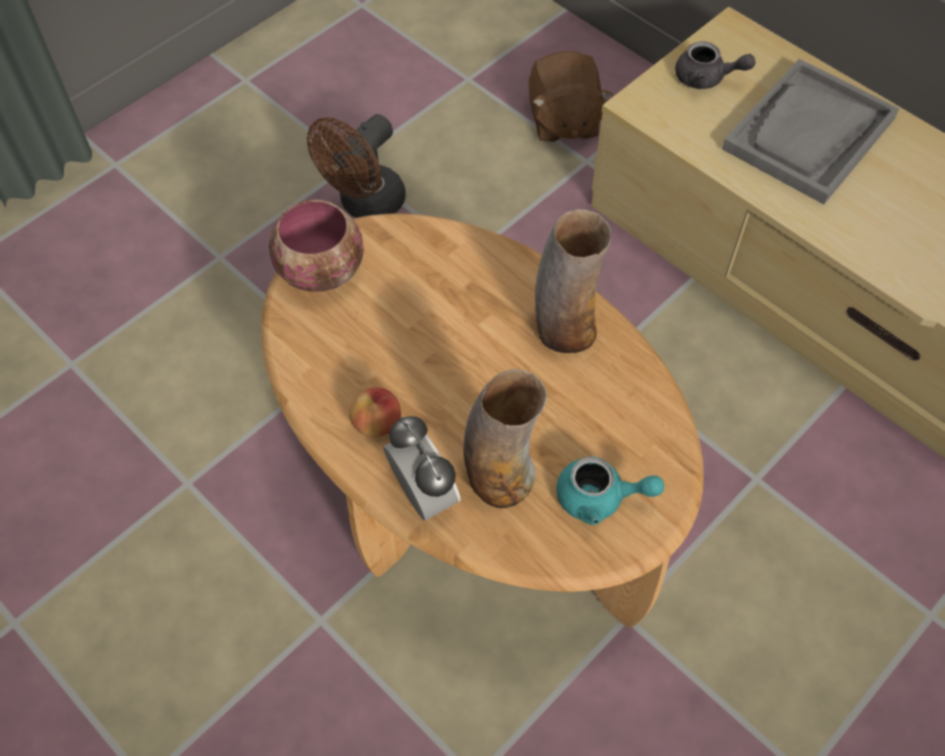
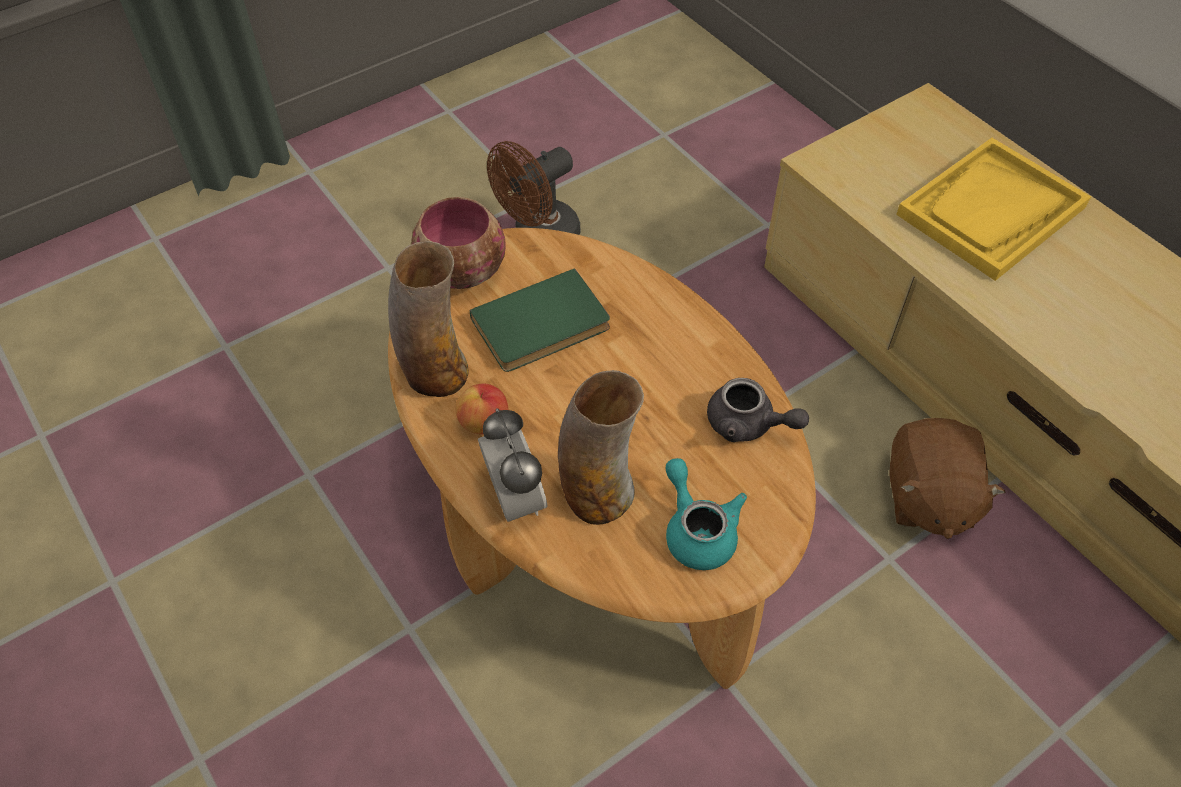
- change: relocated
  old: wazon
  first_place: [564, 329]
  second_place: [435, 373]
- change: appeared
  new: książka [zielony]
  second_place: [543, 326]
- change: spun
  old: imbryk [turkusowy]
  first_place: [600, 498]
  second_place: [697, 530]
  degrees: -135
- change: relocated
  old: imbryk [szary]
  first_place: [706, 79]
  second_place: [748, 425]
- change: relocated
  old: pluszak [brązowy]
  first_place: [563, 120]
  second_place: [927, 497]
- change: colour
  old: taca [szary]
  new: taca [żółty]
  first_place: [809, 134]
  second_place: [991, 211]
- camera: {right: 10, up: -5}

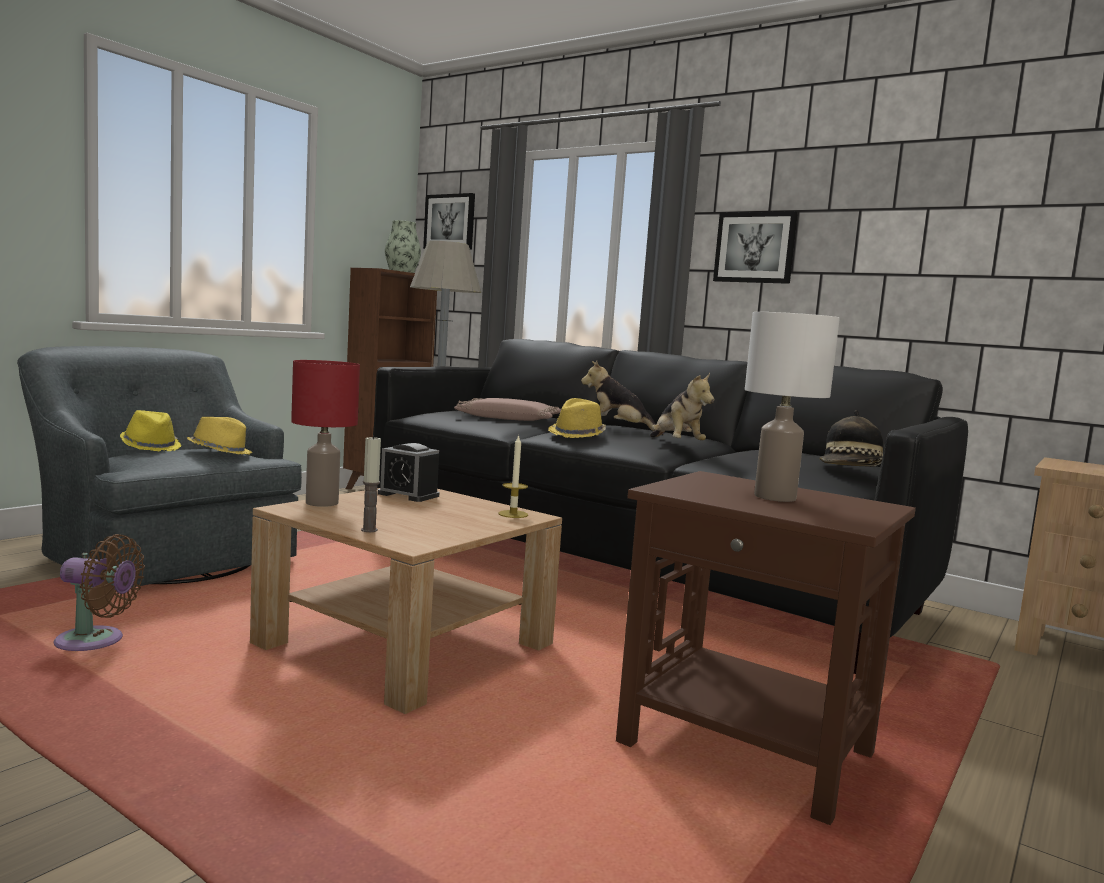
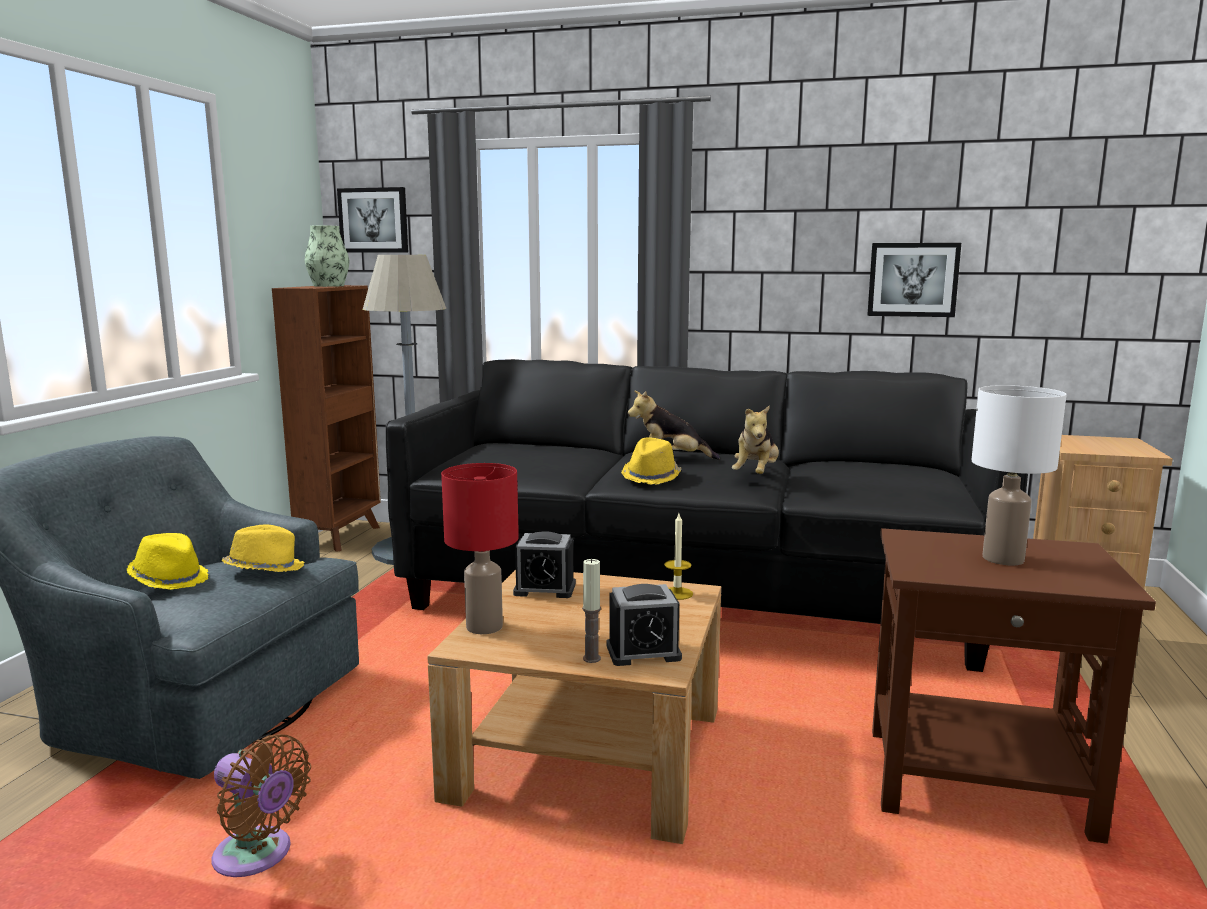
- change: spun
  old: wentylator [brązowy]
  first_place: [95, 642]
  second_place: [257, 857]
  degrees: 45
- change: appeared
  new: budzik
  second_place: [643, 652]
- change: spun
  old: pluszak
  first_place: [676, 445]
  second_place: [756, 475]
  degrees: 60
- change: relocated
  old: obraz
  first_place: [755, 248]
  second_place: [912, 279]
- change: missing
  old: poduszka [beżowy]
  first_place: [508, 417]
- change: missing
  old: kapelusz
  first_place: [852, 469]
- camera: {right: -20, up: 5}

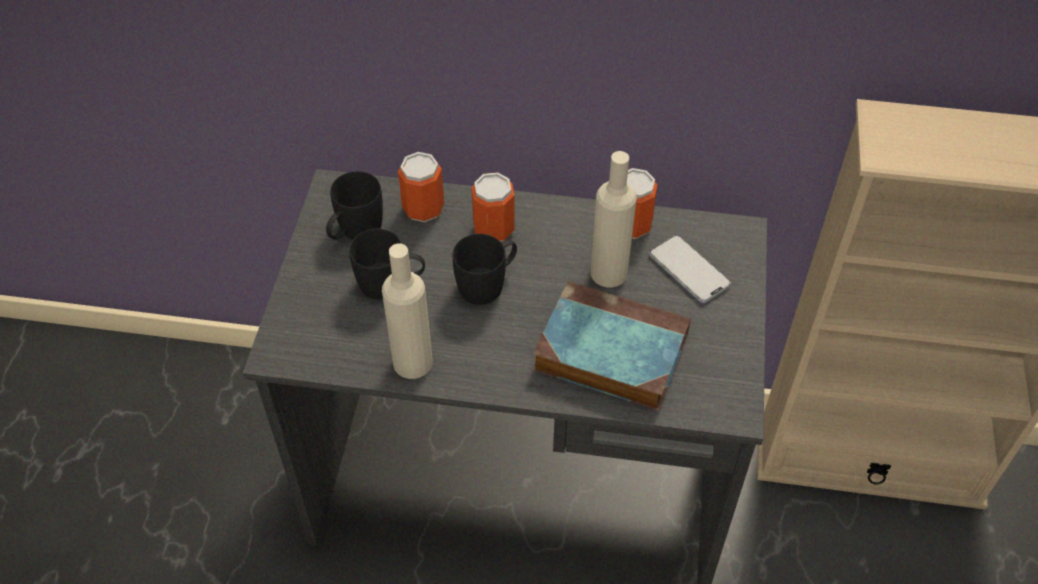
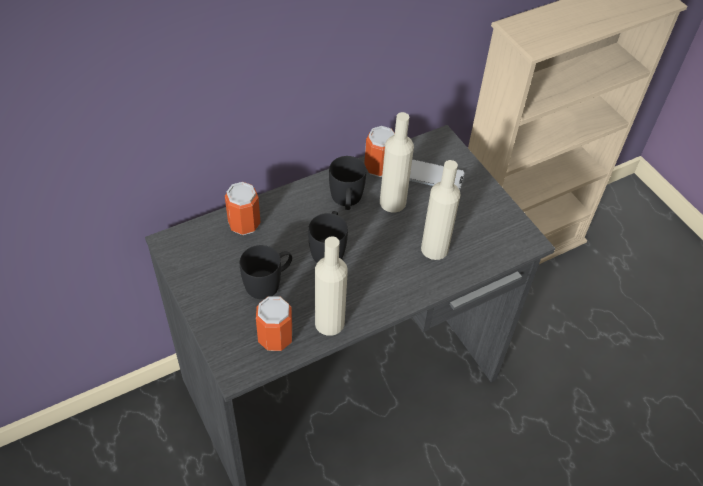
- change: relocated
  old: puszka
  first_place: [493, 229]
  second_place: [275, 338]
- change: relocated
  old: kubek [czarny]
  first_place: [354, 231]
  second_place: [346, 200]
- change: exchanged
  old: książka
  new: butelka [beżowy]
  first_place: [607, 352]
  second_place: [434, 248]
- camera: {right: -40, up: 0}

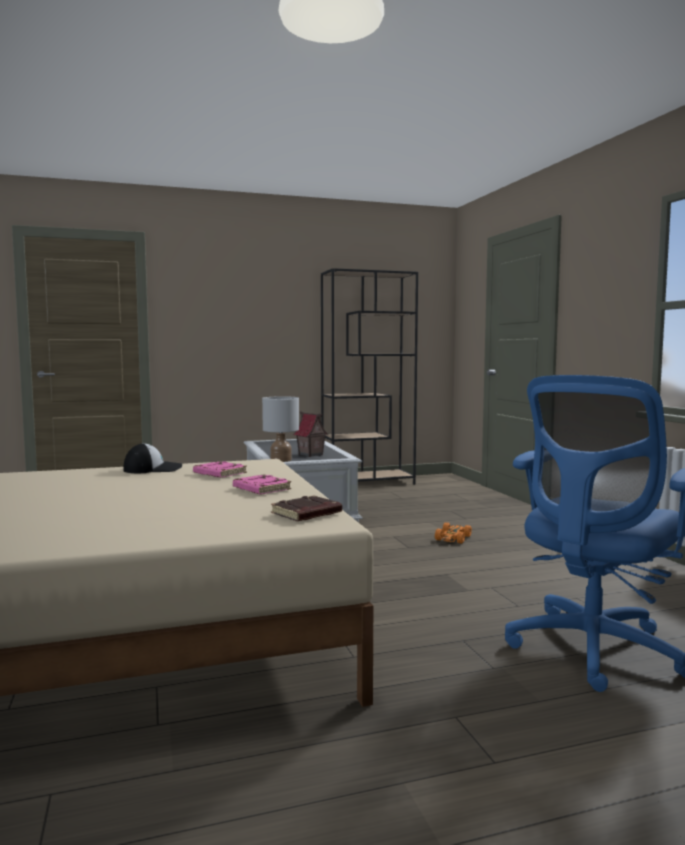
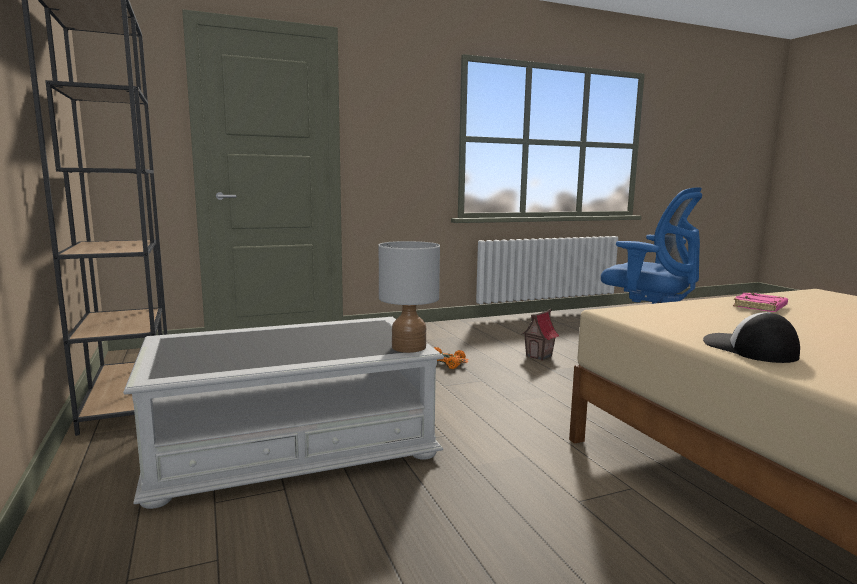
- change: relocated
  old: domek
  first_place: [310, 454]
  second_place: [539, 356]
- change: missing
  old: książka [różowy]
  first_place: [219, 474]
- change: missing
  old: książka [brązowy]
  first_place: [306, 514]
- camera: {right: -95, up: 5}

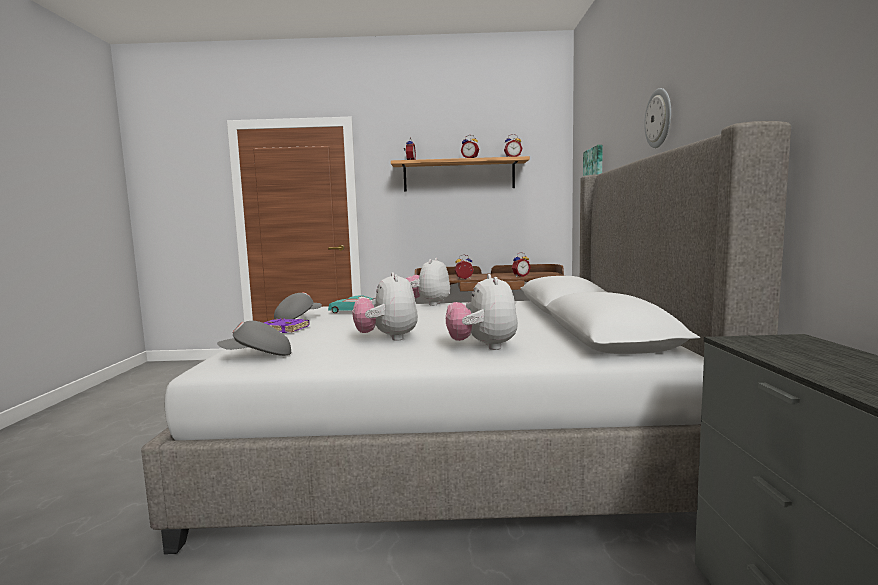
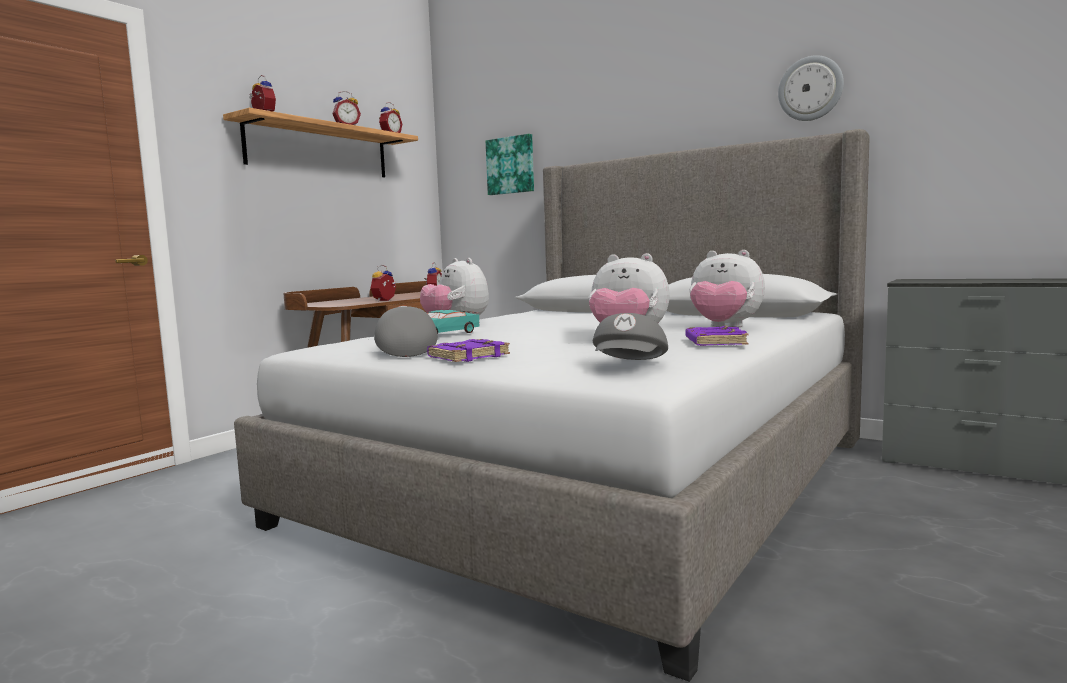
- change: appeared
  new: książka [fioletowy]
  second_place: [714, 342]
- change: relocated
  old: zegar ścienny
  first_place: [659, 118]
  second_place: [810, 89]
- camera: {right: -55, up: 0}

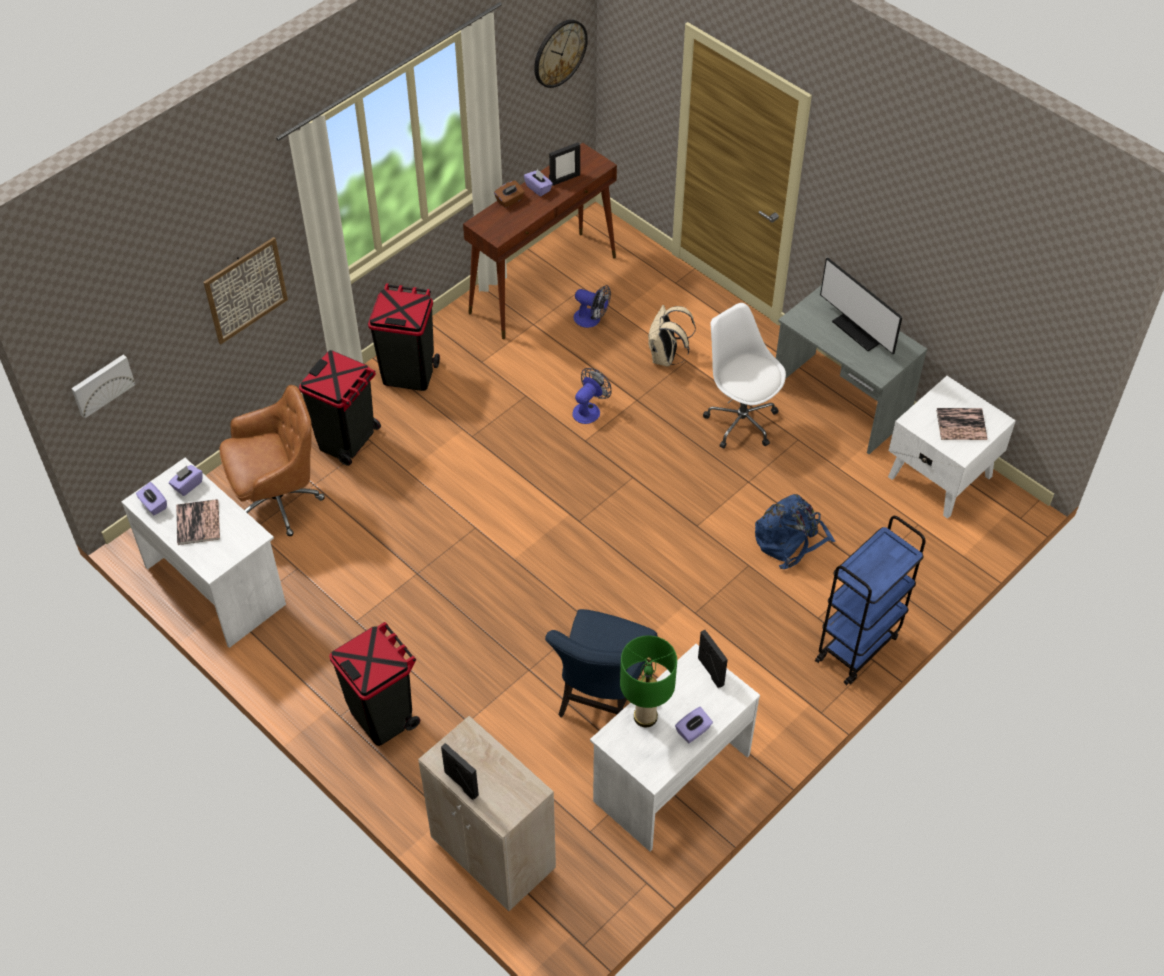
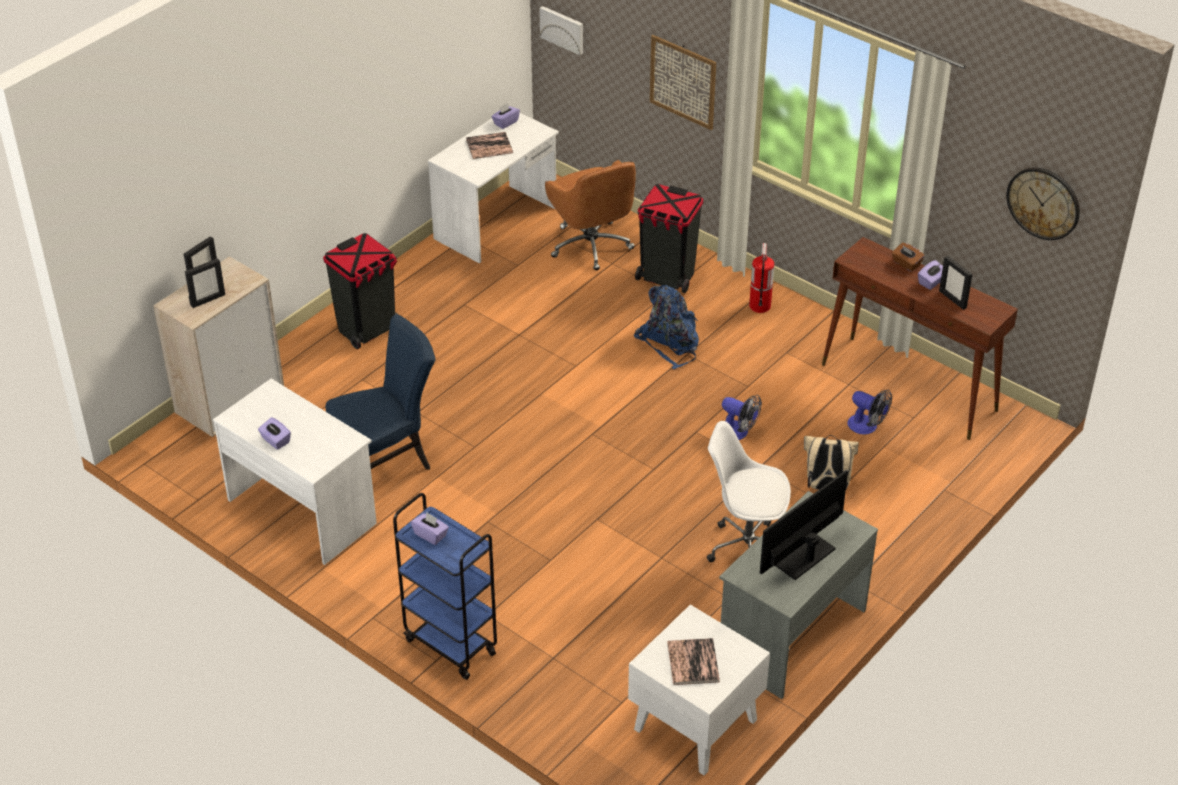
- change: relocated
  old: ramka na zdjęcie
  first_place: [710, 672]
  second_place: [207, 299]
- change: spun
  old: krzesło [niebieski]
  first_place: [601, 698]
  second_place: [388, 461]
  degrees: 135
- change: relocated
  old: pudełko chusteczek [fioletowy]
  first_place: [187, 485]
  second_place: [430, 535]
- change: relocated
  old: plecak [niebieski]
  first_place: [790, 540]
  second_place: [670, 342]
- change: spun
  old: krzesło biurowe [biały]
  first_place: [740, 422]
  second_place: [745, 549]
  degrees: -120
- change: exchanged
  old: kosz na śmieci [czarny]
  new: gaśnica
  first_place: [408, 373]
  second_place: [759, 306]
- change: spun
  old: wentylator
  first_place: [591, 319]
  second_place: [867, 426]
  degrees: -75
- change: missing
  old: lampa stołowa [zielony]
  first_place: [645, 717]
- camera: {right: 85, up: -10}

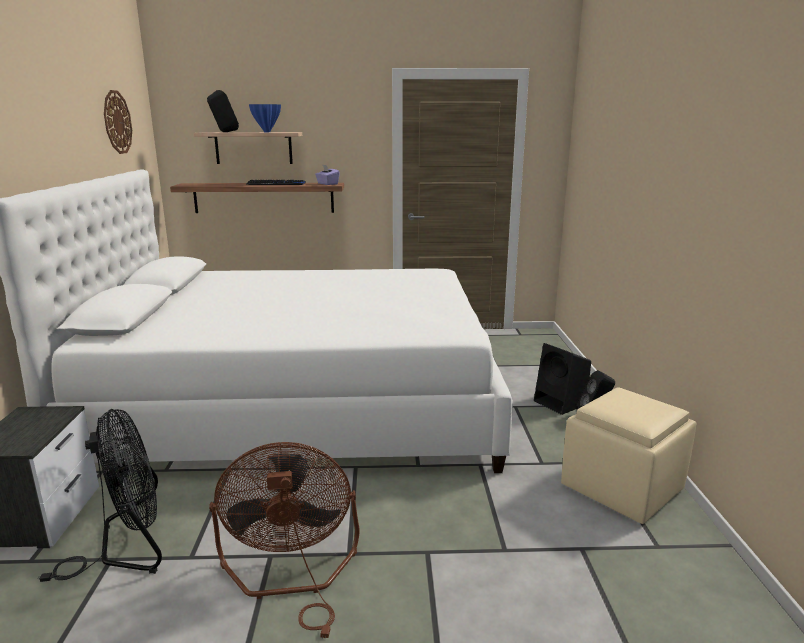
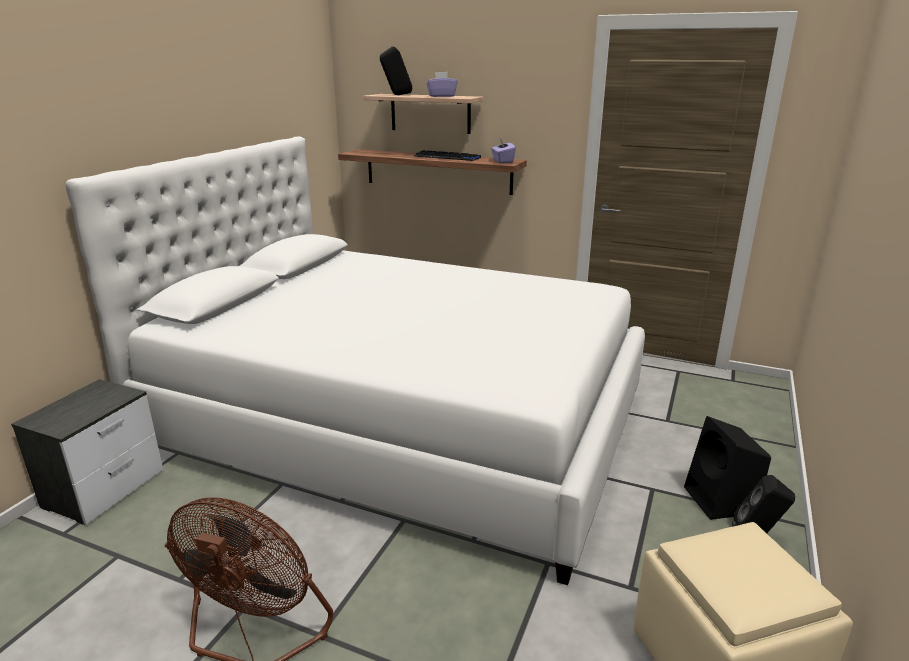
- change: exchanged
  old: wazon [niebieski]
  new: pudełko chusteczek [fioletowy]
  first_place: [267, 132]
  second_place: [441, 96]
- change: missing
  old: wentylator [czarny]
  first_place: [125, 541]
- change: missing
  old: zegar ścienny
  first_place: [117, 122]
- camera: {right: 25, up: 5}

